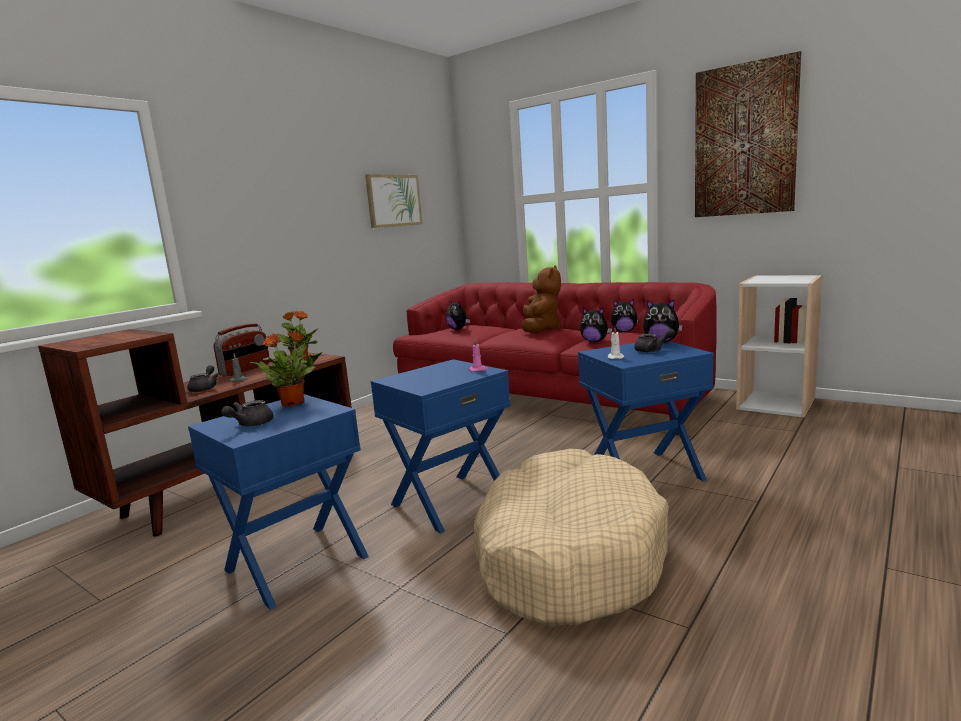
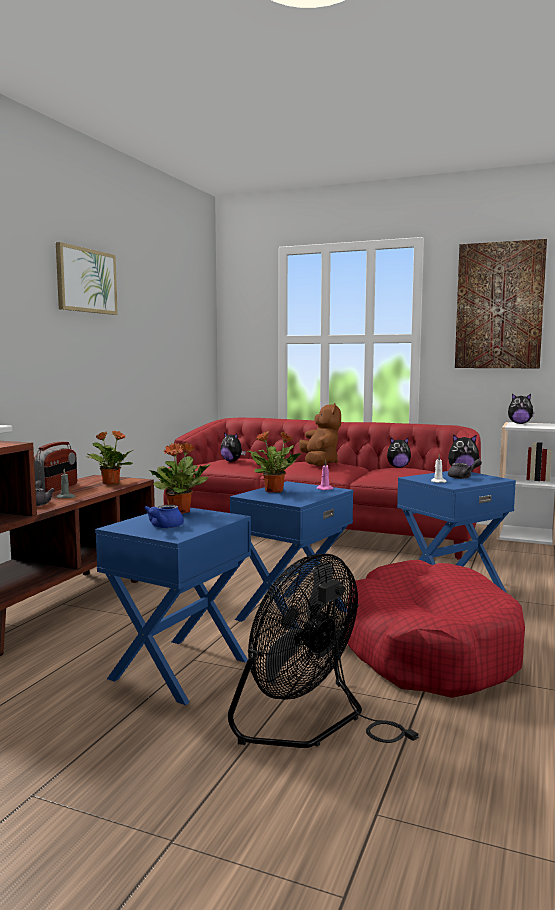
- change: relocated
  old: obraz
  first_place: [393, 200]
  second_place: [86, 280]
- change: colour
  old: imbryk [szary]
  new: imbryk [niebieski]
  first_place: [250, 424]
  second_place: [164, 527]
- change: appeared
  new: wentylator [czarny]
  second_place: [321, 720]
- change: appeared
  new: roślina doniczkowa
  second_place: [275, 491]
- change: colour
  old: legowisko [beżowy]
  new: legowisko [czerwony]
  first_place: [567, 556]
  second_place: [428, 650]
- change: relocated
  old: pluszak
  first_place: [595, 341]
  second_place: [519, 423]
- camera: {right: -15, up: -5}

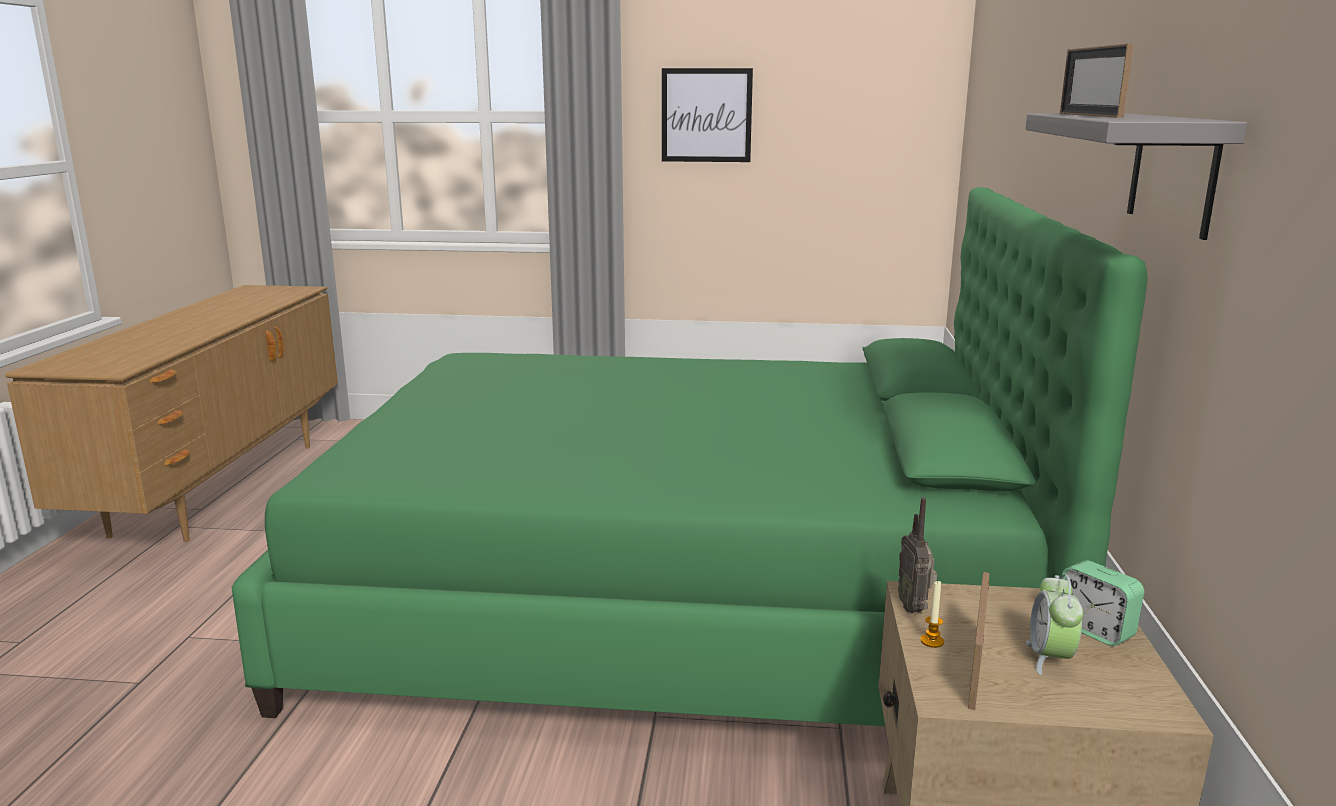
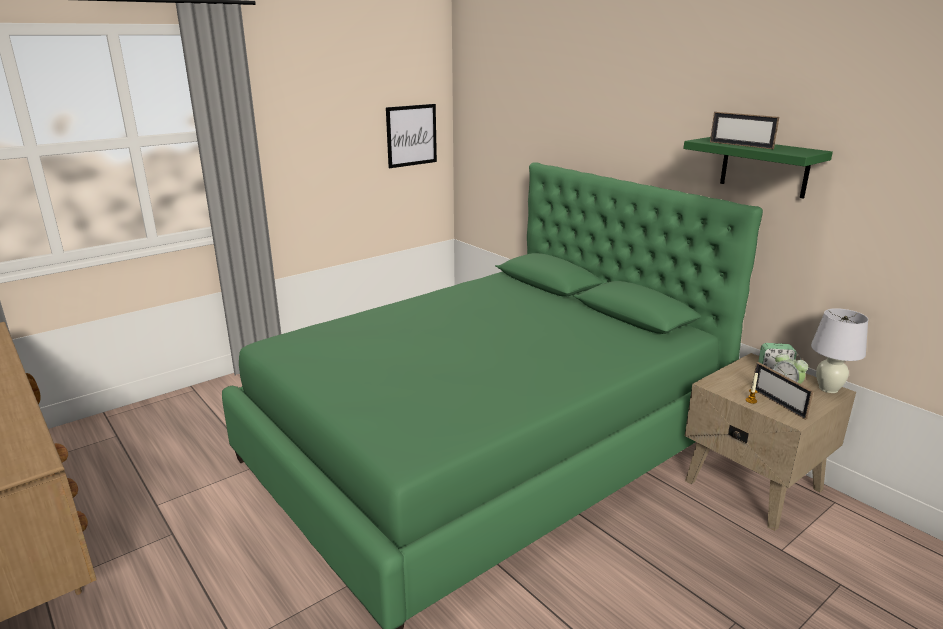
- change: relocated
  old: obraz
  first_place: [706, 115]
  second_place: [411, 135]
- change: colour
  old: półka [szary]
  new: półka [zielony]
  first_place: [1173, 172]
  second_place: [764, 167]
- change: appeared
  new: lampa stołowa [biały]
  second_place: [828, 389]
- change: missing
  old: radio
  first_place: [914, 607]
- camera: {right: -45, up: 5}

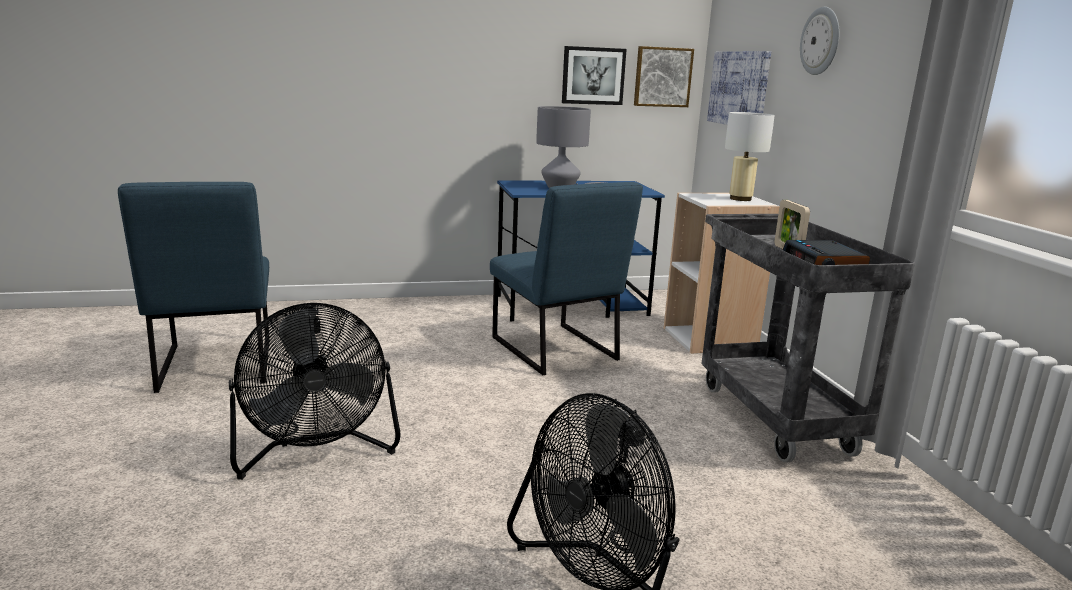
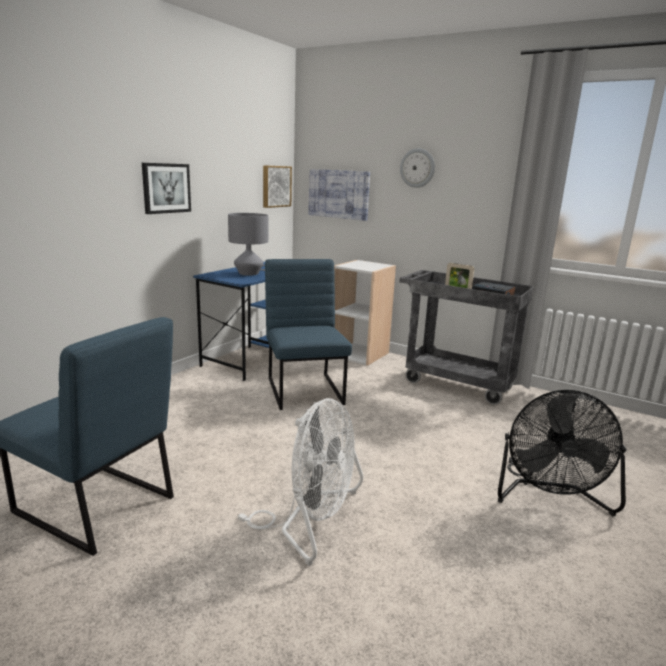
- change: relocated
  old: obraz
  first_place: [593, 76]
  second_place: [166, 188]
- change: colour
  old: wentylator [czarny]
  new: wentylator [biały]
  first_place: [310, 451]
  second_place: [309, 521]
- change: spun
  old: krzesło [niebieski]
  first_place: [555, 350]
  second_place: [305, 389]
  degrees: -120
- change: missing
  old: lampa stołowa [biały]
  first_place: [741, 199]
- camera: {right: -45, up: 0}

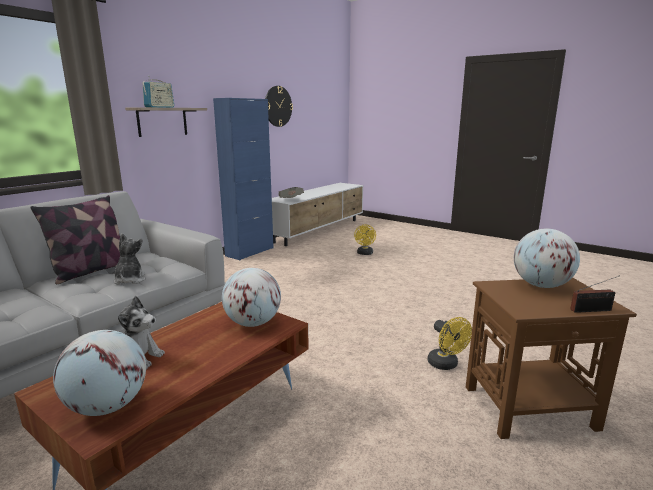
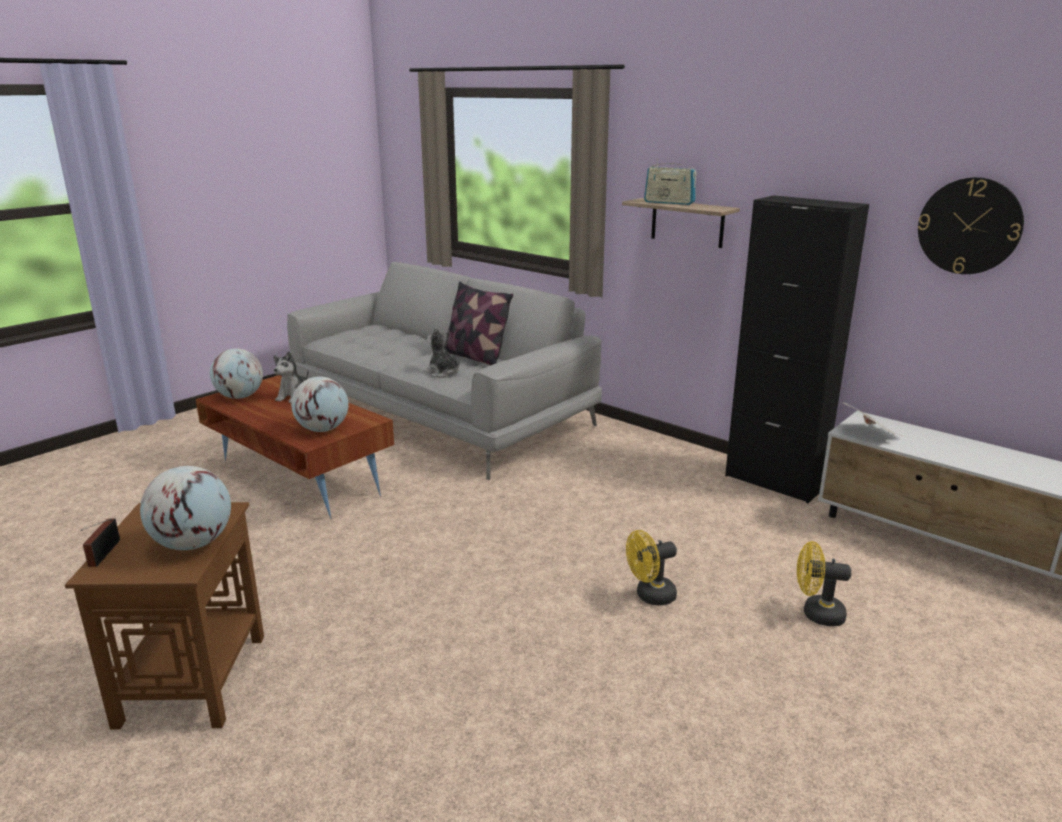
- change: spun
  old: pluszak
  first_place: [130, 280]
  second_place: [442, 373]
  degrees: -135
- change: relocated
  old: wentylator [żółty]
  first_place: [446, 365]
  second_place: [650, 596]
- change: colour
  old: szafka [niebieski]
  new: szafka [czarny]
  first_place: [250, 252]
  second_place: [774, 482]
- camera: {right: 95, up: 5}

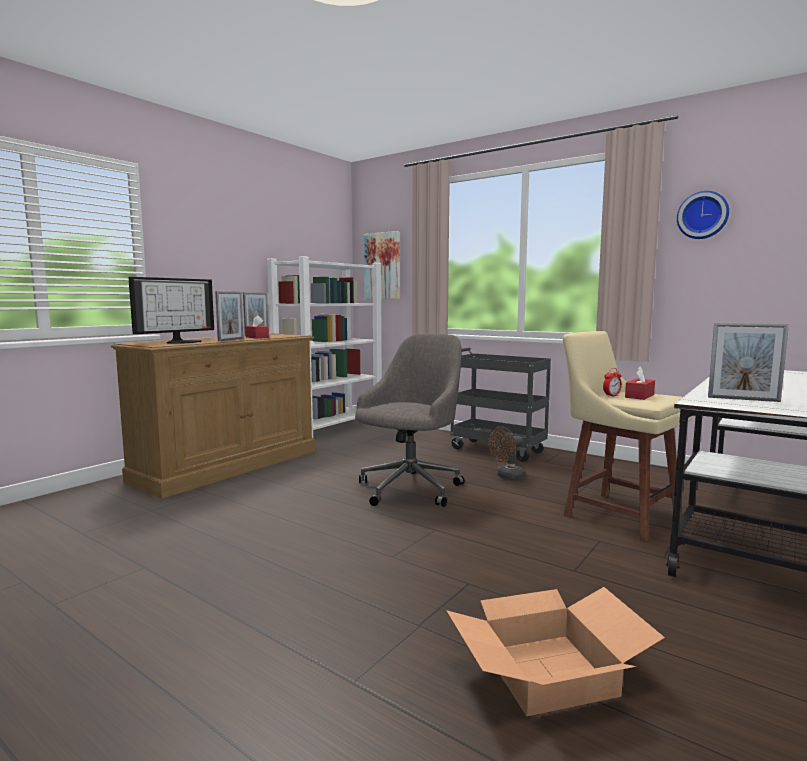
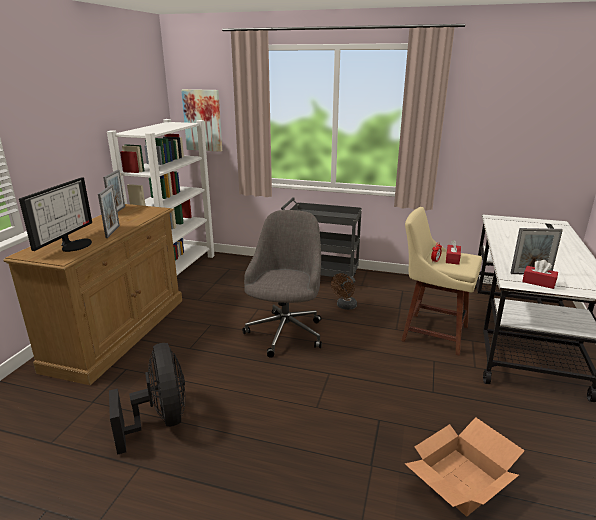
- change: appeared
  new: wentylator [czarny]
  second_place: [160, 420]
- change: relocated
  old: pudełko chusteczek [czerwony]
  first_place: [257, 337]
  second_place: [538, 282]
- change: missing
  old: zegar ścienny
  first_place: [703, 215]
- camera: {right: -20, up: 15}

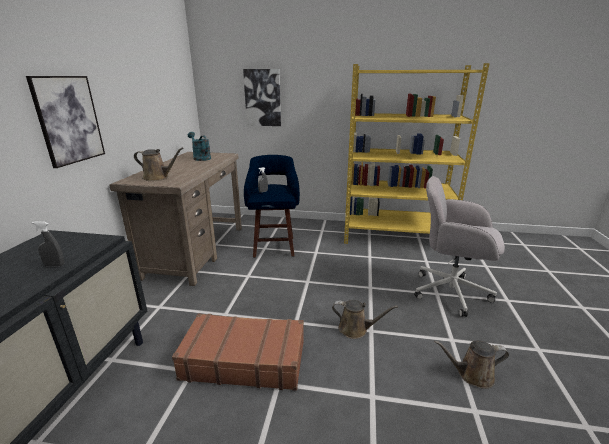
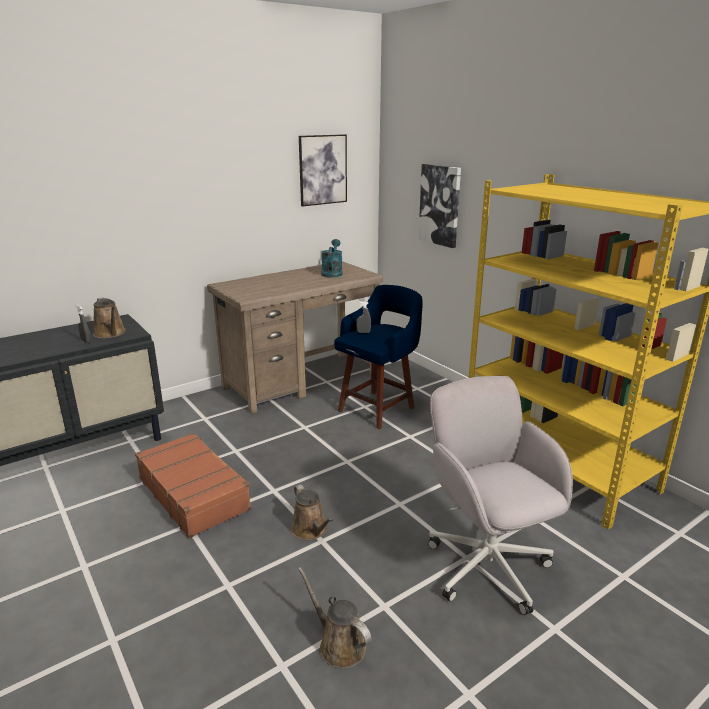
- change: relocated
  old: konewka [brązowy]
  first_place: [158, 178]
  second_place: [110, 334]
- change: relocated
  old: obraz
  first_place: [69, 120]
  second_place: [322, 170]
- camera: {right: 45, up: 0}

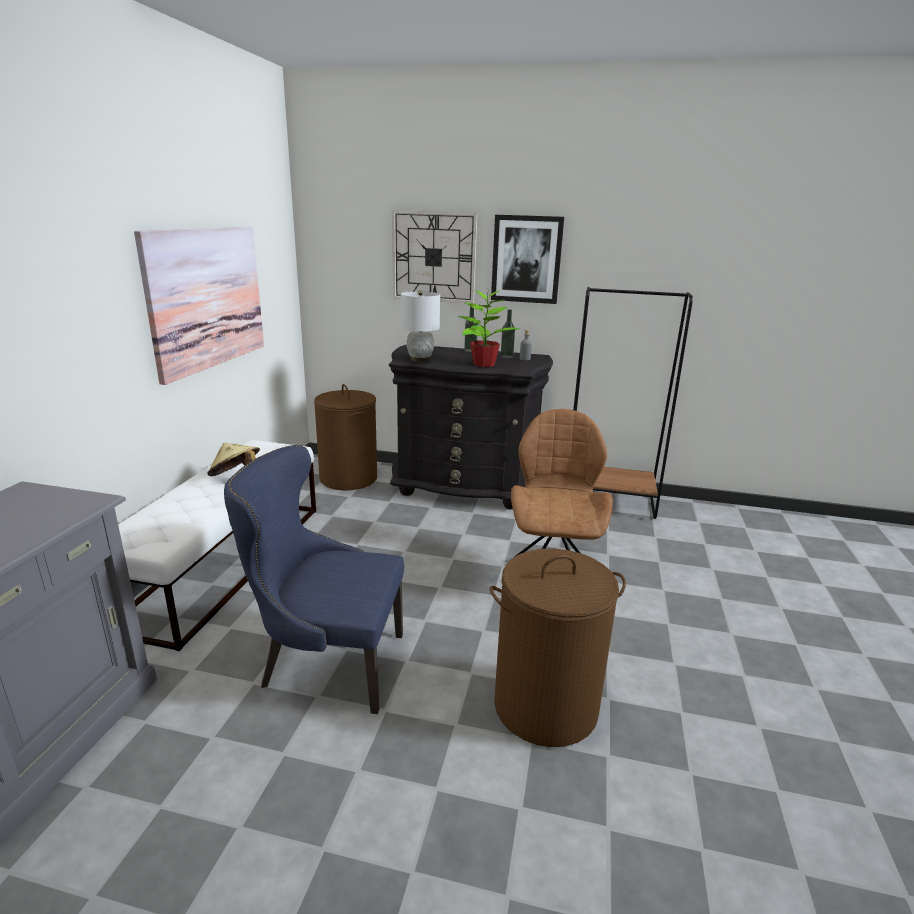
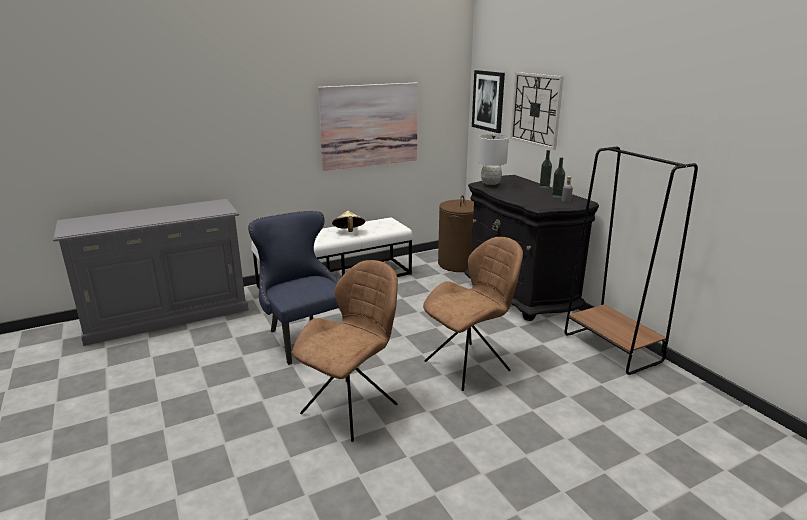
- change: exchanged
  old: kosz na pranie [brązowy]
  new: krzesło [brązowy]
  first_place: [545, 706]
  second_place: [352, 407]
- change: relocated
  old: obraz
  first_place: [526, 259]
  second_place: [488, 101]
- change: missing
  old: roślina doniczkowa
  first_place: [483, 364]
- camera: {right: 50, up: 0}

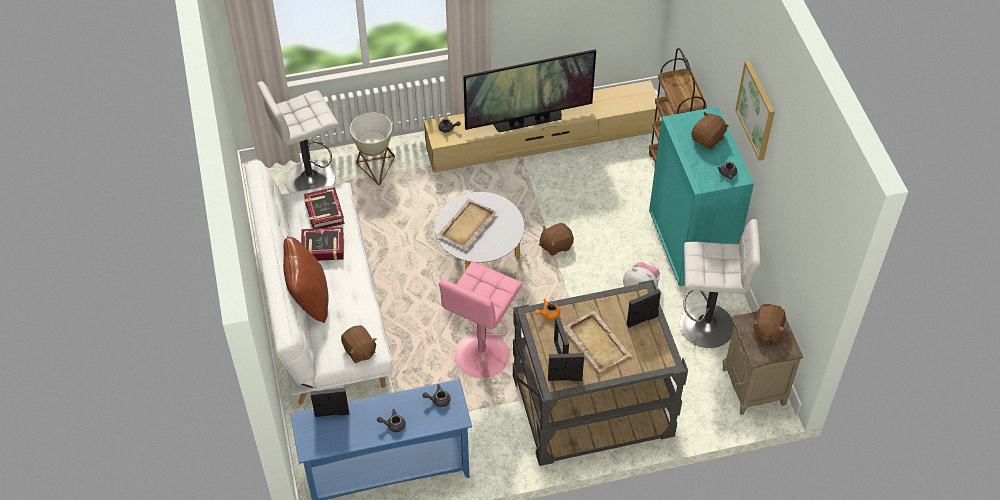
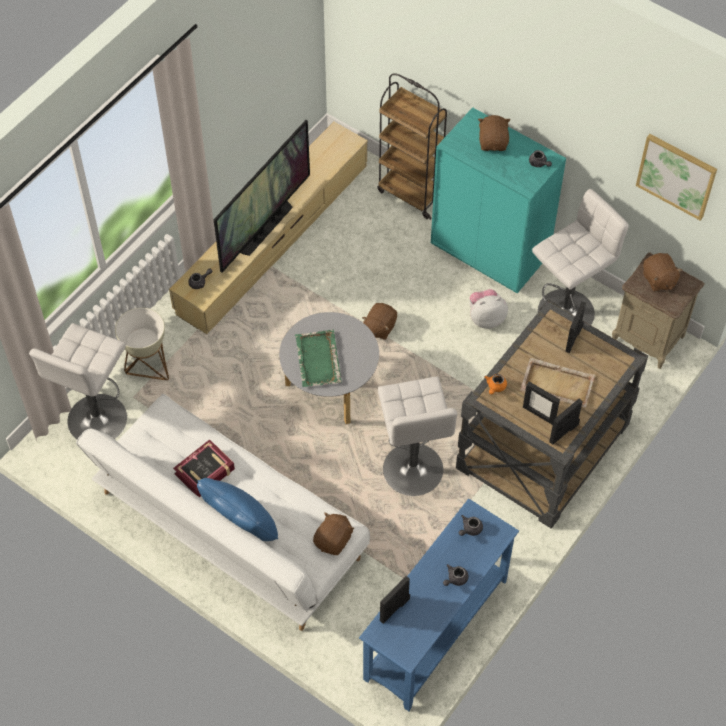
- change: colour
  old: poduszka [brązowy]
  new: poduszka [niebieski]
  first_place: [309, 299]
  second_place: [240, 527]
- change: colour
  old: taca [beżowy]
  new: taca [zielony]
  first_place: [466, 225]
  second_place: [318, 360]
- change: spun
  old: pluszak [brązowy]
  first_place: [359, 351]
  second_place: [333, 540]
  degrees: -75
- change: colour
  old: stołek [różowy]
  new: stołek [biały]
  first_place: [481, 355]
  second_place: [412, 470]
- change: relocated
  old: obraz
  first_place: [756, 110]
  second_place: [676, 175]
- change: missing
  old: książka
  first_place: [324, 212]
- camera: {right: -40, up: 5}

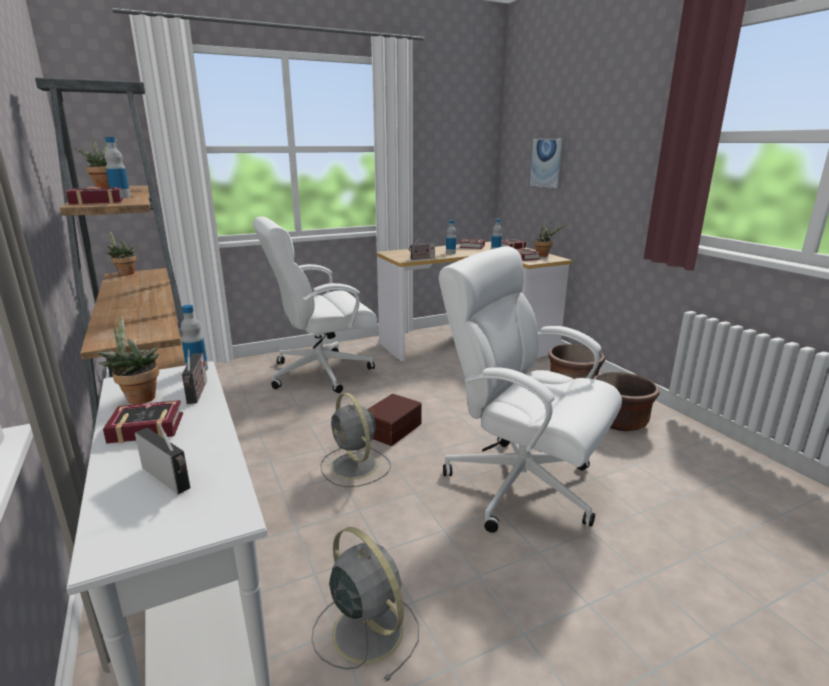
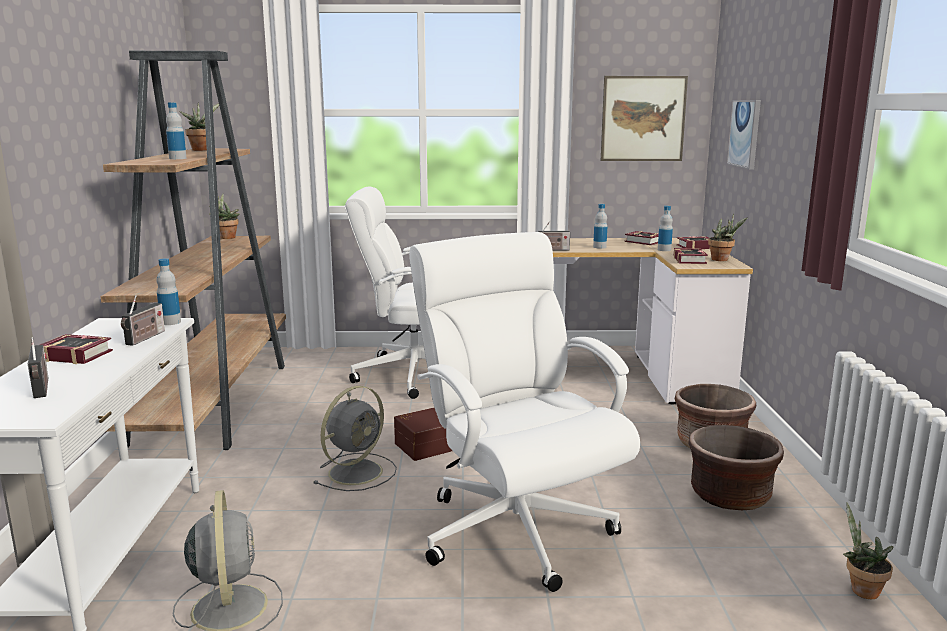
- change: spun
  old: wentylator [szary]
  first_place: [355, 467]
  second_place: [357, 471]
  degrees: -135
- change: appeared
  new: obraz
  second_place: [643, 119]
- change: relocated
  old: roślina doniczkowa
  first_place: [139, 398]
  second_place: [861, 589]
- change: missing
  old: książka
  first_place: [94, 201]
- camera: {right: 25, up: -5}

